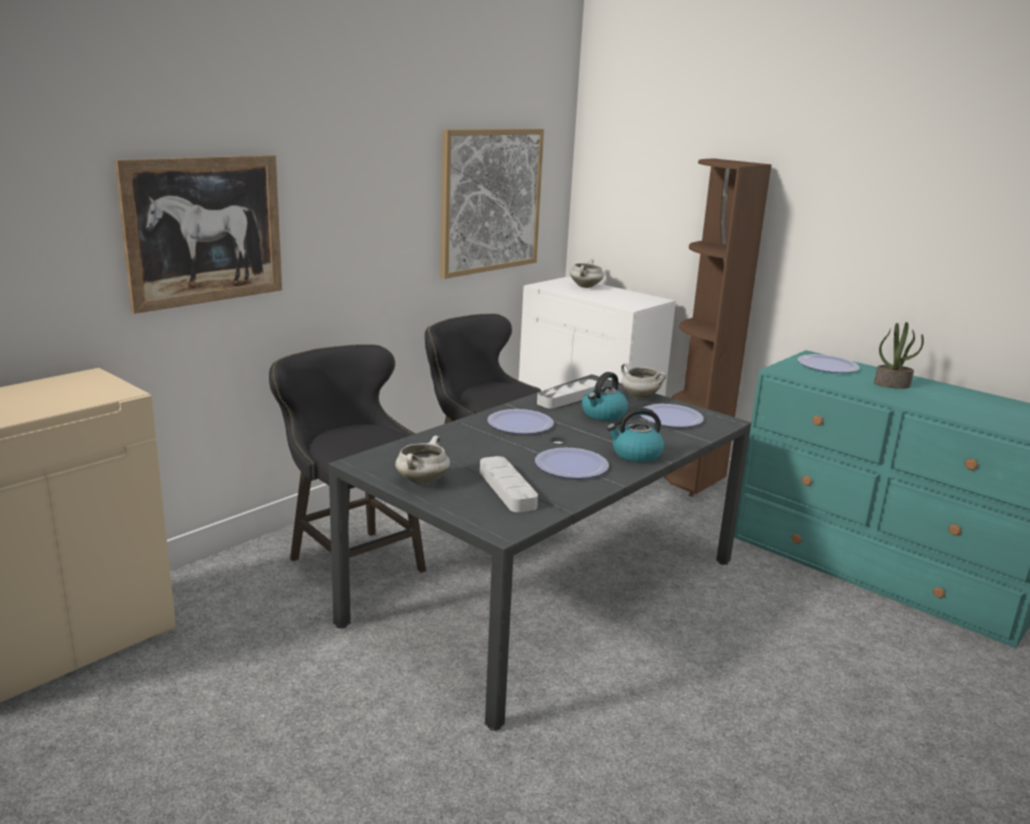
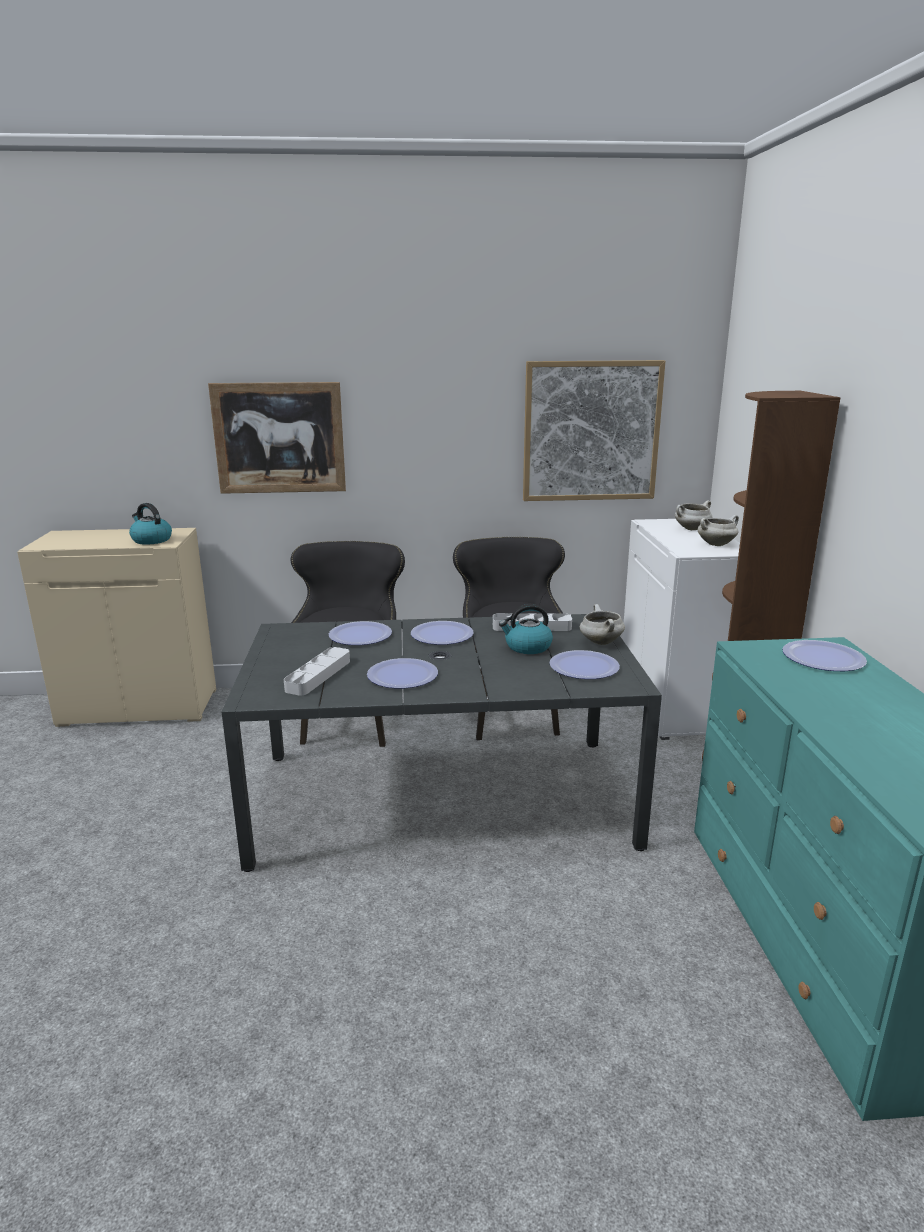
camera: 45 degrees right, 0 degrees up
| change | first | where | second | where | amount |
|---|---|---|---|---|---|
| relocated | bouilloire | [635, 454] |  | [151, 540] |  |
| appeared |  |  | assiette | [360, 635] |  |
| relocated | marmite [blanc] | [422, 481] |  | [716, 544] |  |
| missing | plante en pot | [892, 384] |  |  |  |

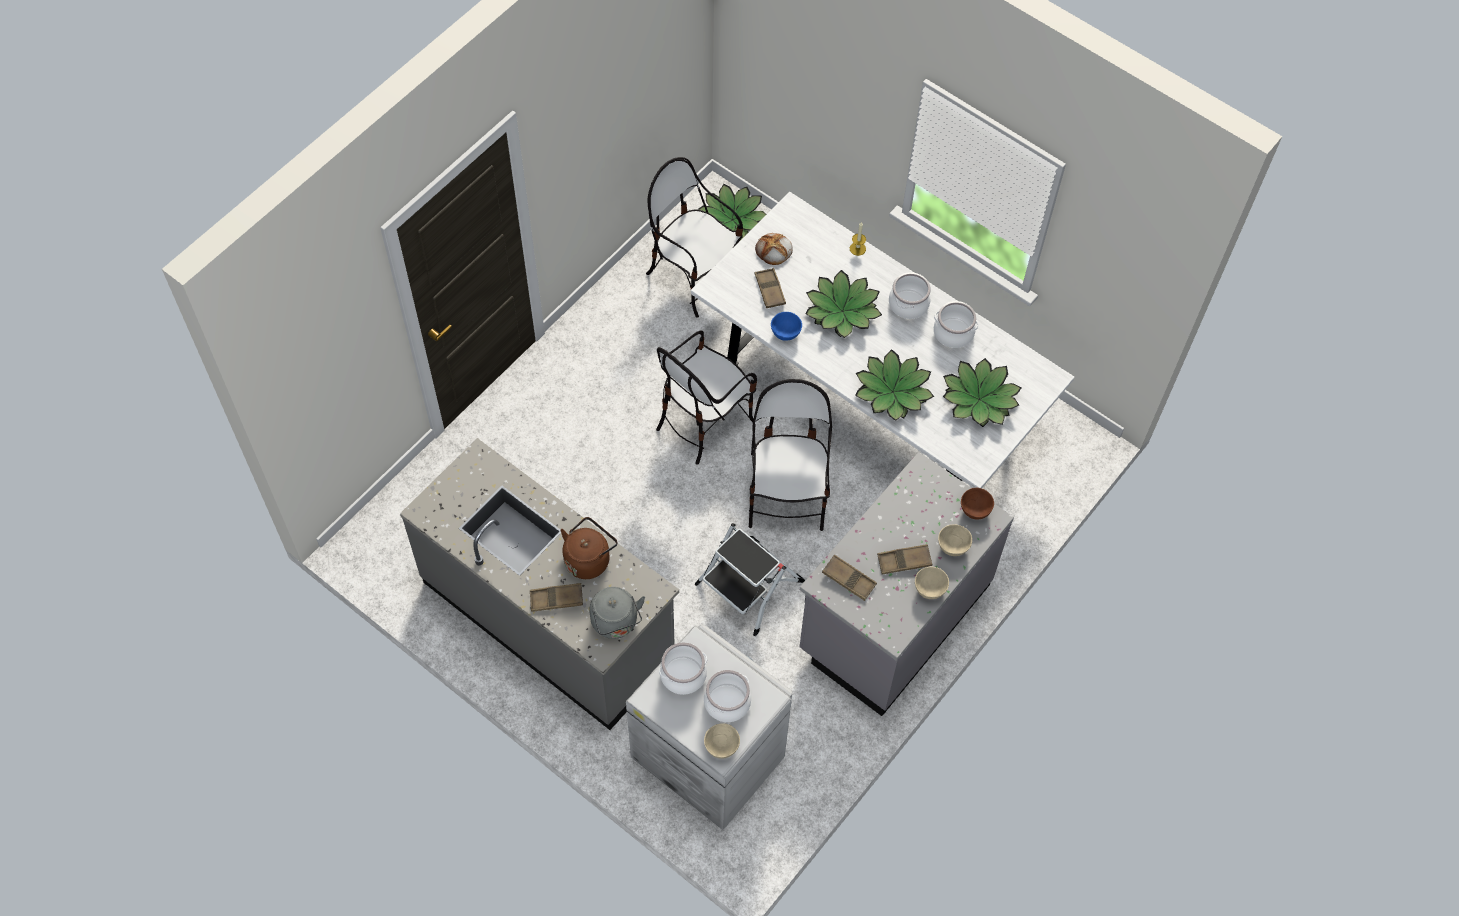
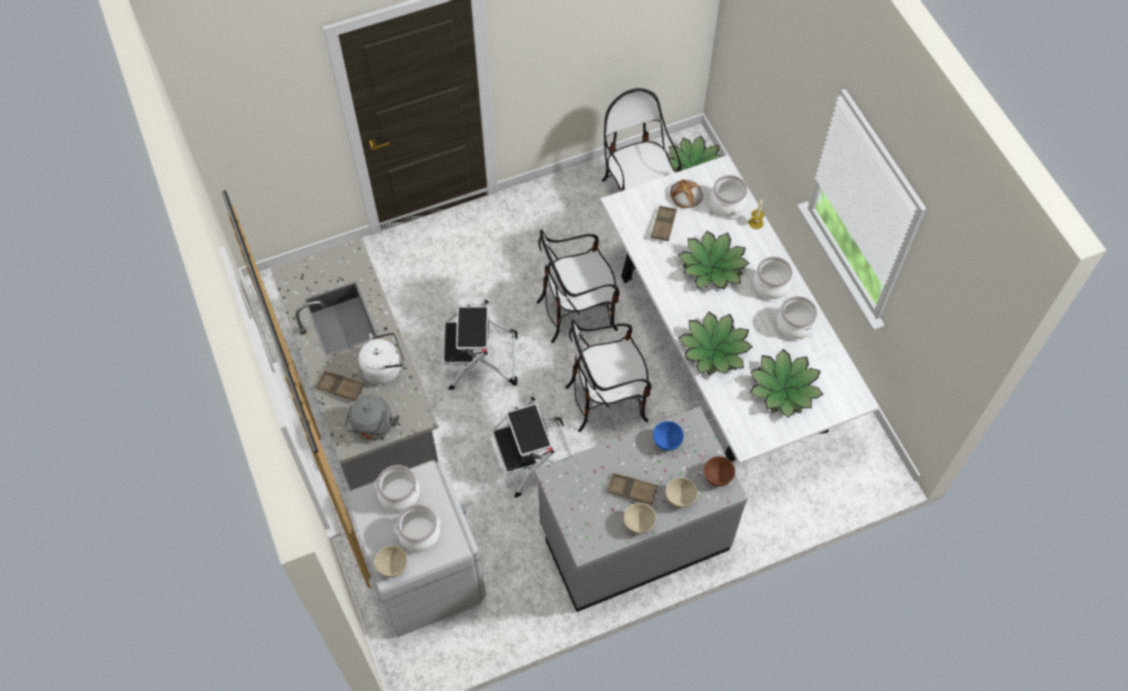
camera: 30 degrees right, 0 degrees up
| change | first | where | second | where | amount |
|---|---|---|---|---|---|
| colour | bouilloire [marron] | [589, 559] | bouilloire [blanc] | [384, 368] |  |
| appeared |  |  | escabeau | [481, 358] |  |
| spun | chaise | [787, 496] |  | [607, 400] | 135 degrees counterclockwise |
| relocated | bol [bleu] | [786, 334] |  | [667, 442] |  |
| appeared |  |  | marmite | [728, 204] |  |
| missing | plateau [marron] | [849, 579] |  |  |  |

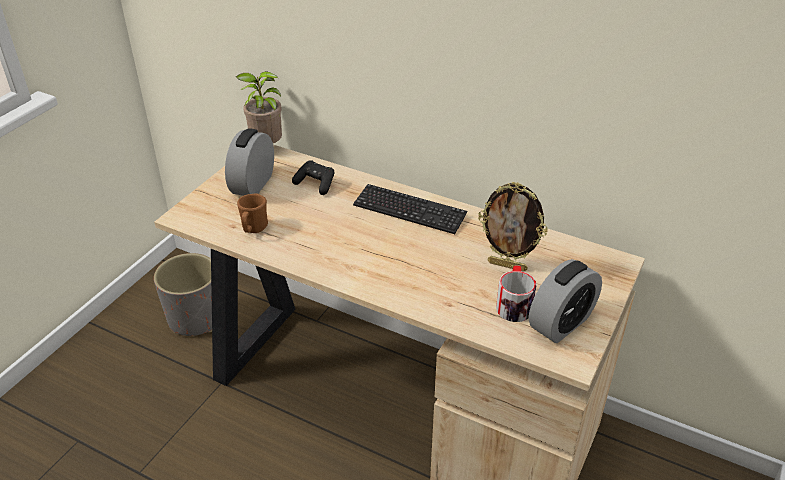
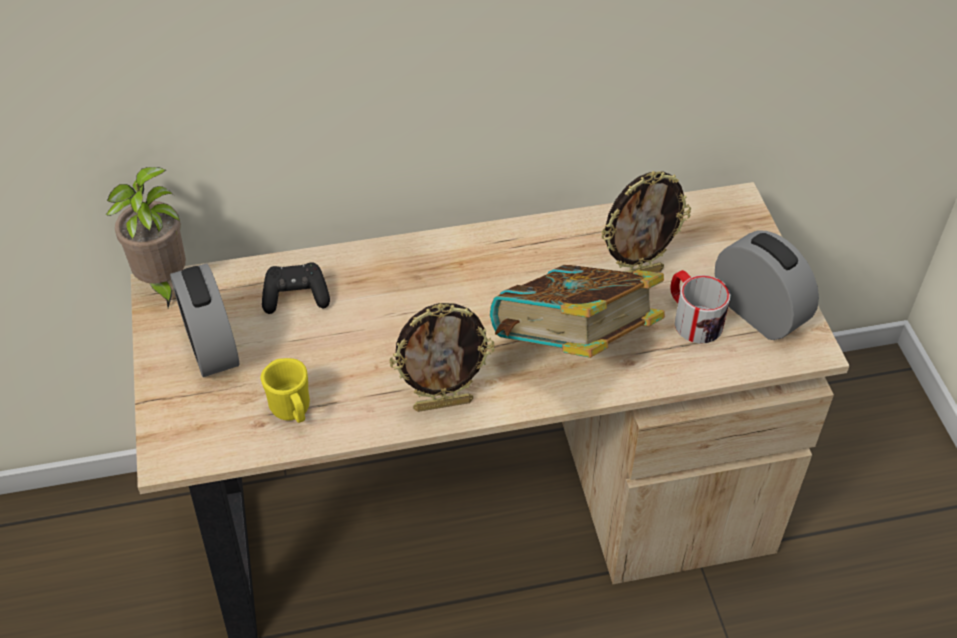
camera: 40 degrees left, 10 degrees up
| change | first | where | second | where | amount |
|---|---|---|---|---|---|
| colour | mug [marron] | [253, 229] | mug [jaune] | [292, 411] |  |
| appeared |  |  | cadre photo | [443, 403] |  |
| appeared |  |  | livre | [573, 347] |  |
| spun | réveil | [561, 323] |  | [758, 312] | 45 degrees counterclockwise |
| missing | cache-pot [gris] | [196, 318] |  |  |  |
| missing | clavier | [409, 211] |  |  |  |

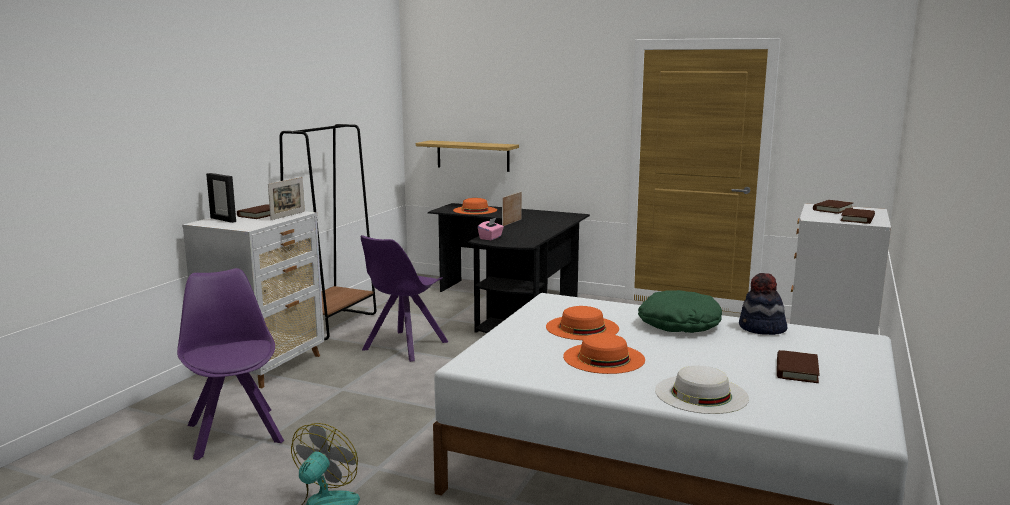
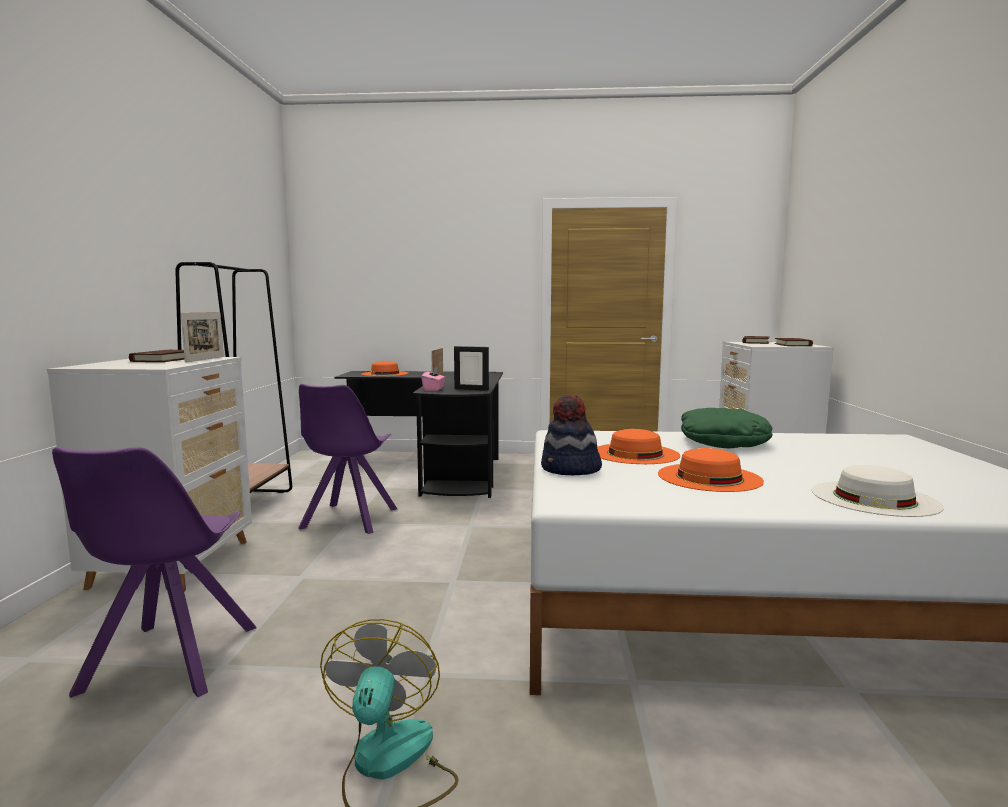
camera: 20 degrees left, 5 degrees down
| change | first | where | second | where | amount |
|---|---|---|---|---|---|
| spun | chaise [violet] | [234, 432] |  | [168, 661] | 135 degrees counterclockwise |
| relocated | cadre photo | [224, 219] |  | [471, 389] |  |
| relocated | chapeau | [761, 329] |  | [570, 470] |  |
| missing | étagère | [473, 156] |  |  |  |
| missing | livre [marron] | [796, 370] |  |  |  |

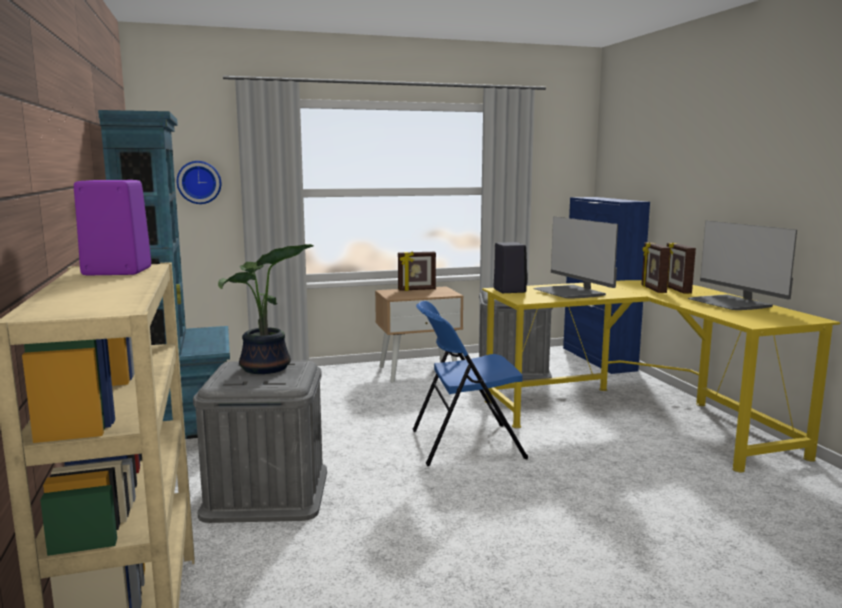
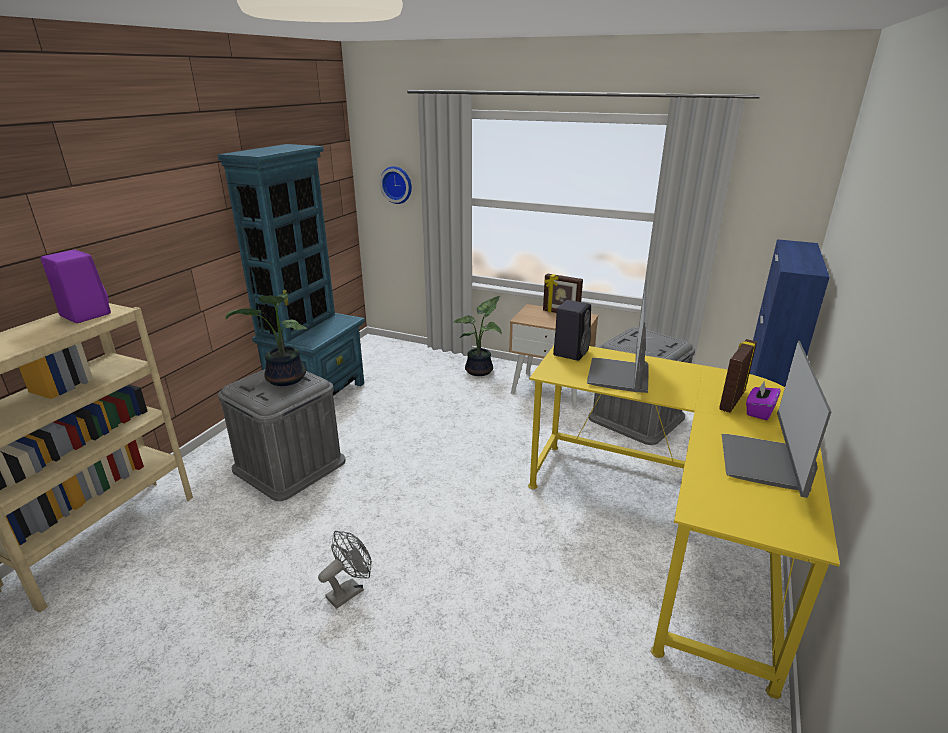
camera: 40 degrees right, 15 degrees up
| change | first | where | second | where | amount |
|---|---|---|---|---|---|
| appeared |  |  | ventilateur [gris] | [349, 591] |  |
| appeared |  |  | plante en pot | [481, 371] |  |
| exchanged | cadre photo | [676, 290] | boîte à mouchoirs [violet] | [759, 411] |  |
| missing | chaise [bleu] | [467, 444] |  |  |  |

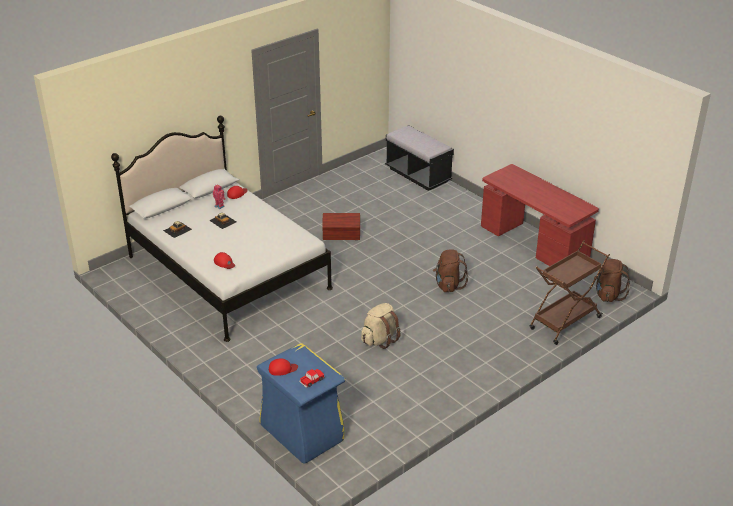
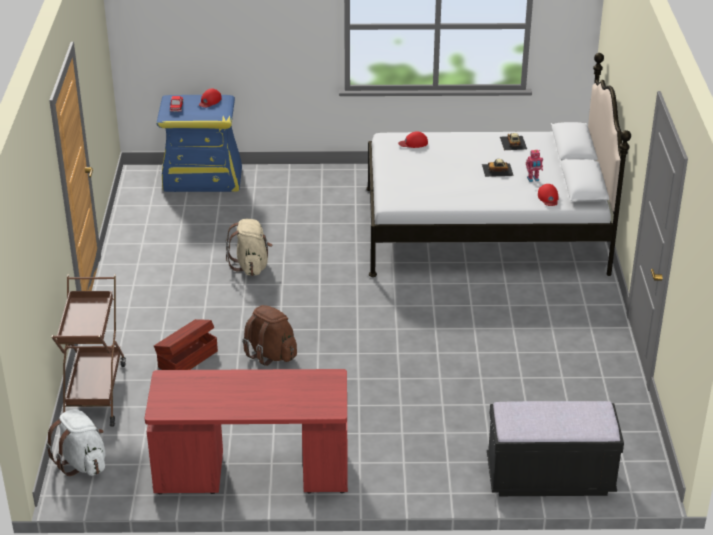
camera: 130 degrees right, 0 degrees up
| change | first | where | second | where | amount |
|---|---|---|---|---|---|
| colour | sac à dos [marron] | [608, 295] | sac à dos [blanc] | [82, 463] |  |
| relocated | boîte de rangement [marron] | [342, 235] |  | [187, 359] |  |

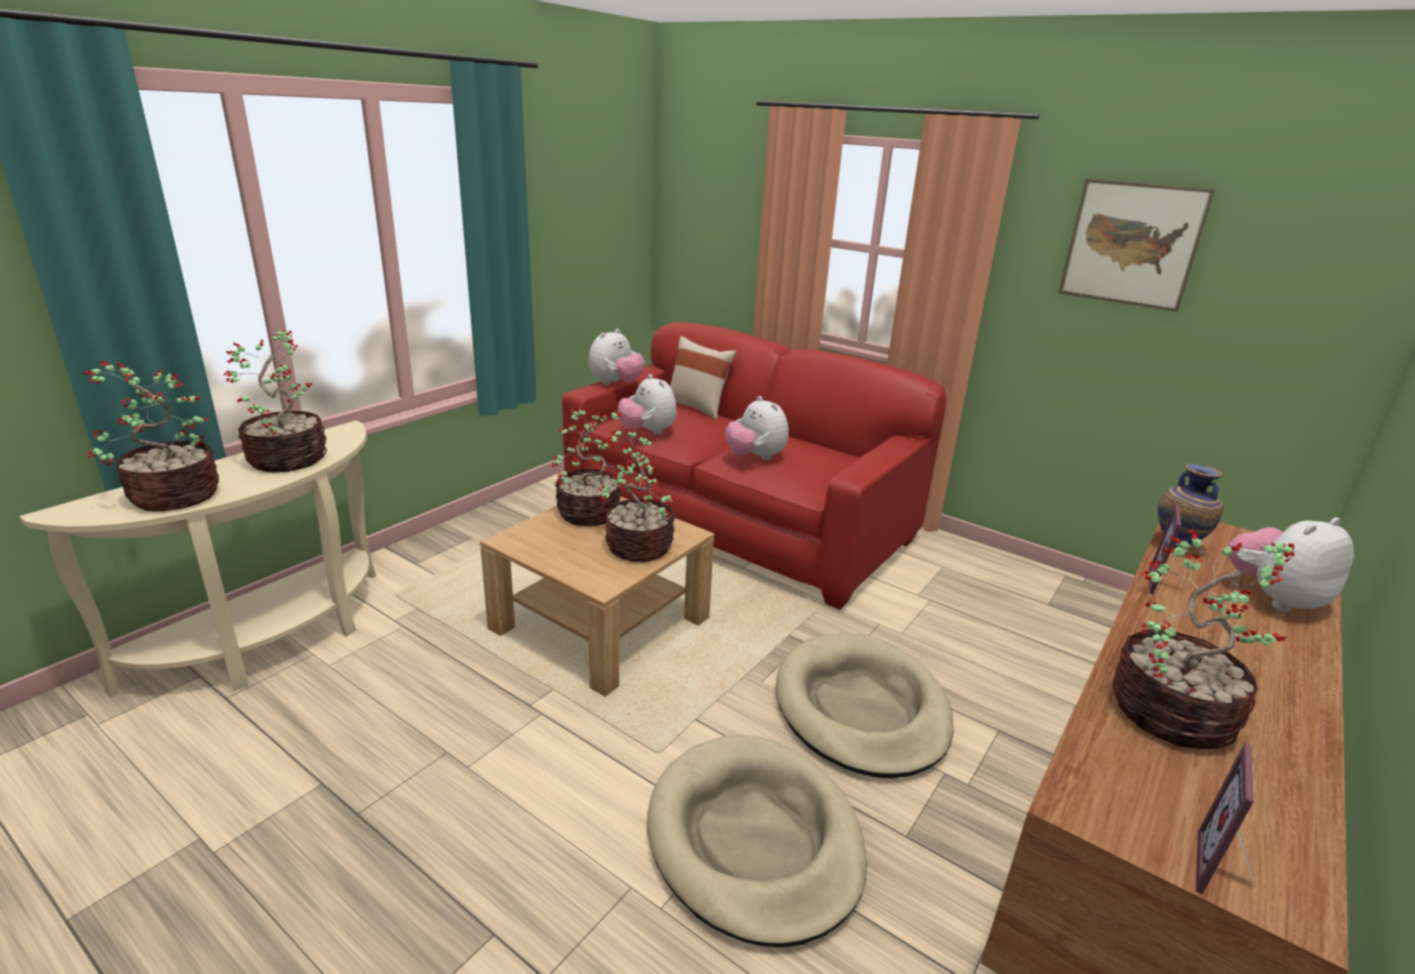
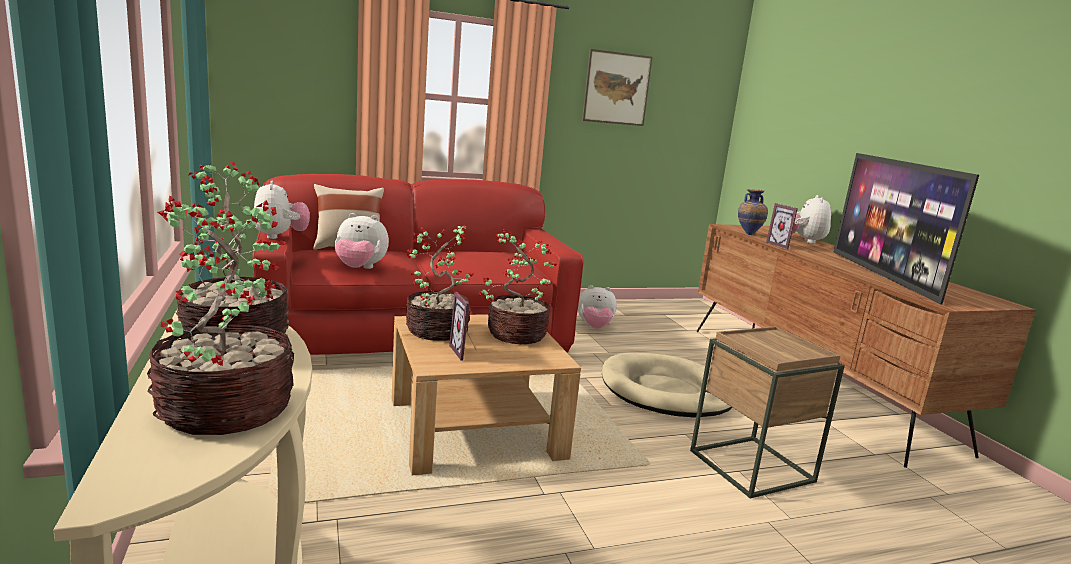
camera: 55 degrees left, 10 degrees down
| change | first | where | second | where | amount |
|---|---|---|---|---|---|
| relocated | cadre photo | [1224, 872] |  | [465, 352] |  |
| relocated | peluche | [755, 457] |  | [594, 327] |  |
| exchanged | panier pour chien [beige] | [754, 840] | table d'appoint [marron] | [752, 466] |  |
| exchanged | plante en pot | [1174, 713] | téléviseur | [883, 276] |  |

